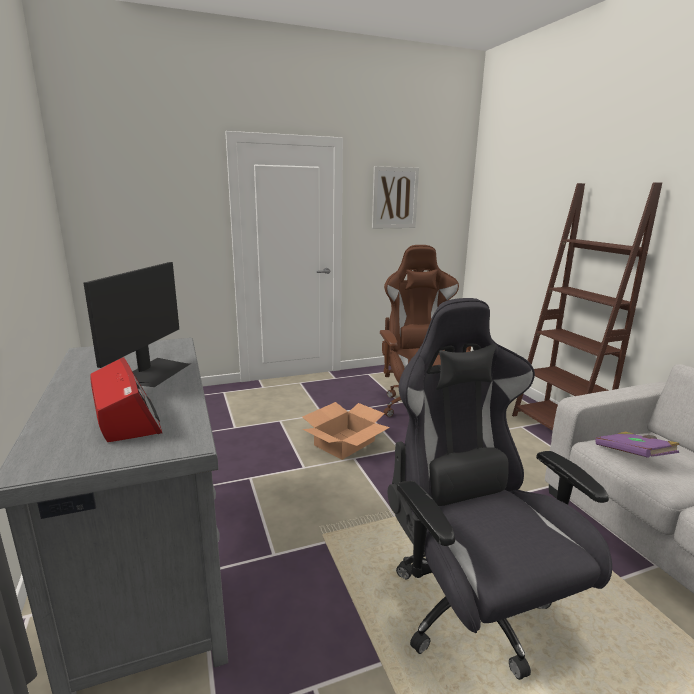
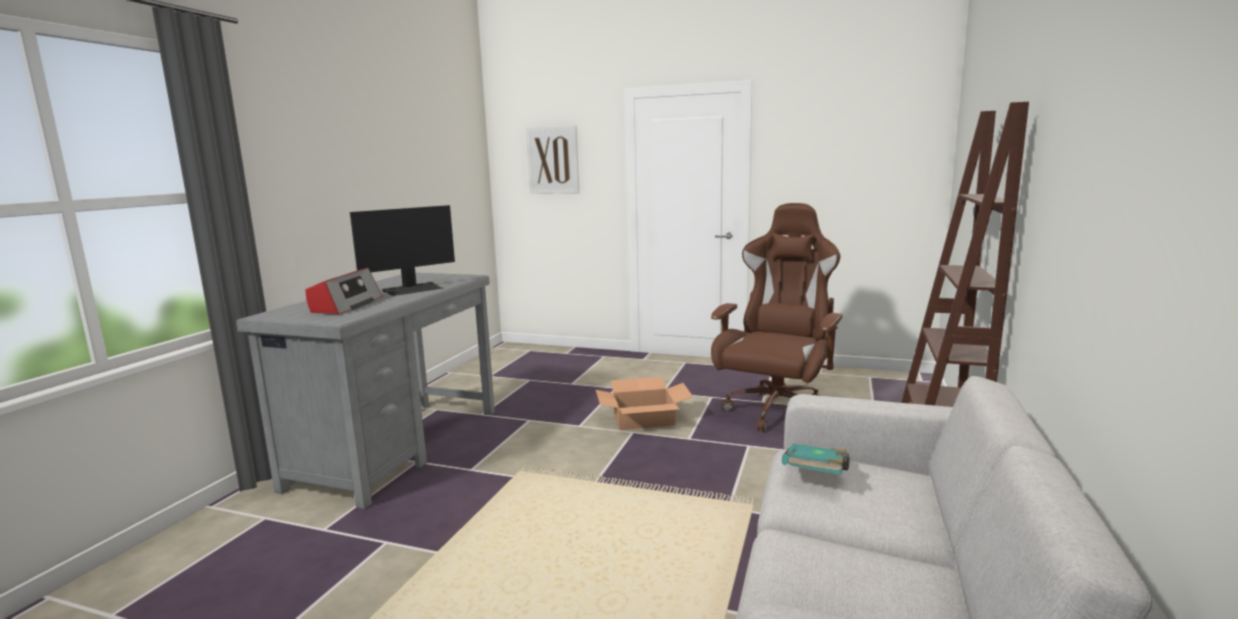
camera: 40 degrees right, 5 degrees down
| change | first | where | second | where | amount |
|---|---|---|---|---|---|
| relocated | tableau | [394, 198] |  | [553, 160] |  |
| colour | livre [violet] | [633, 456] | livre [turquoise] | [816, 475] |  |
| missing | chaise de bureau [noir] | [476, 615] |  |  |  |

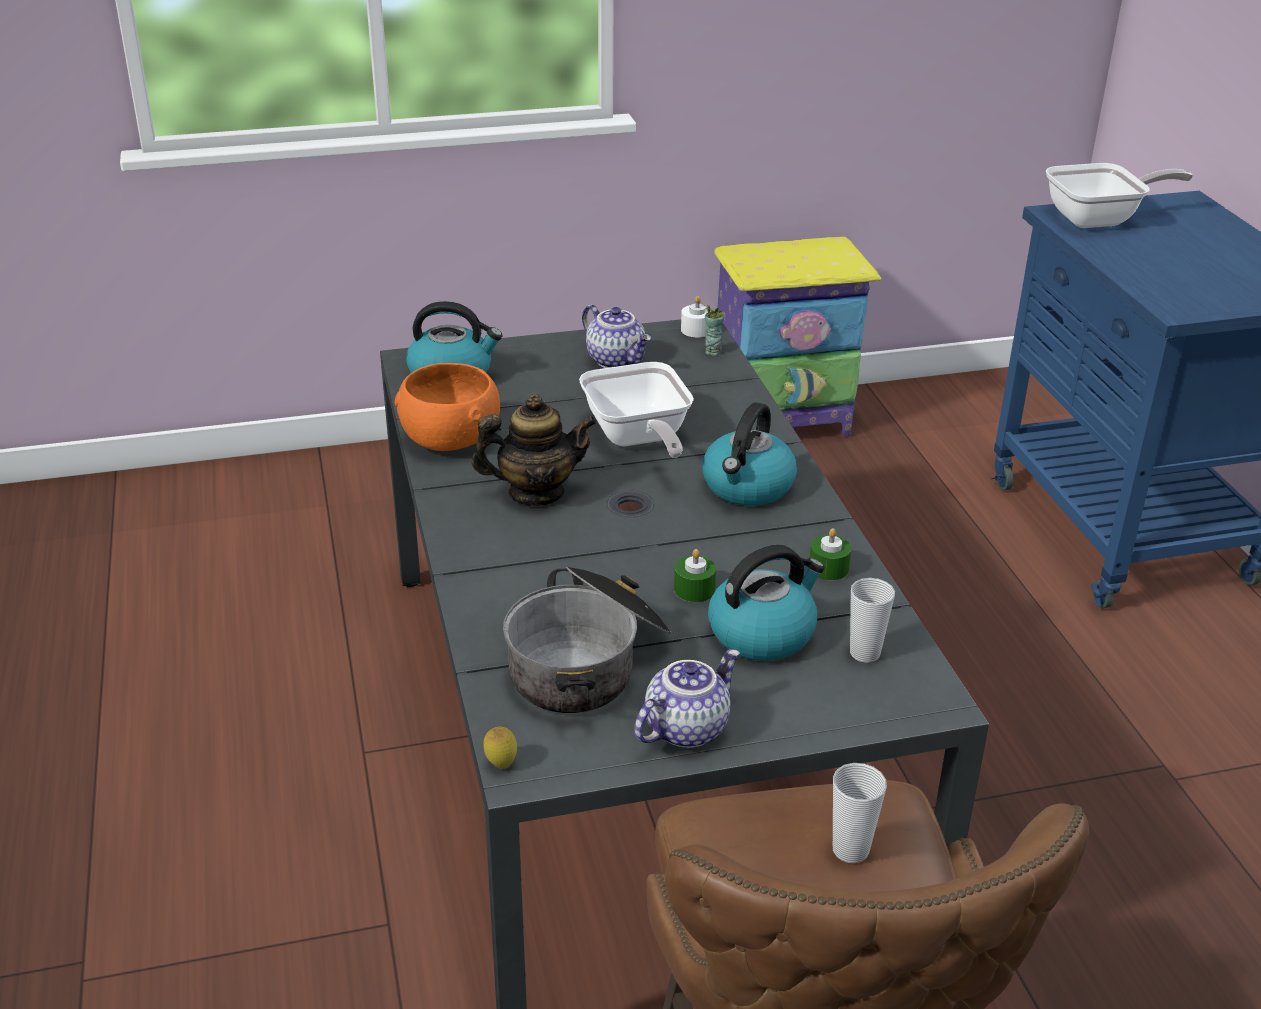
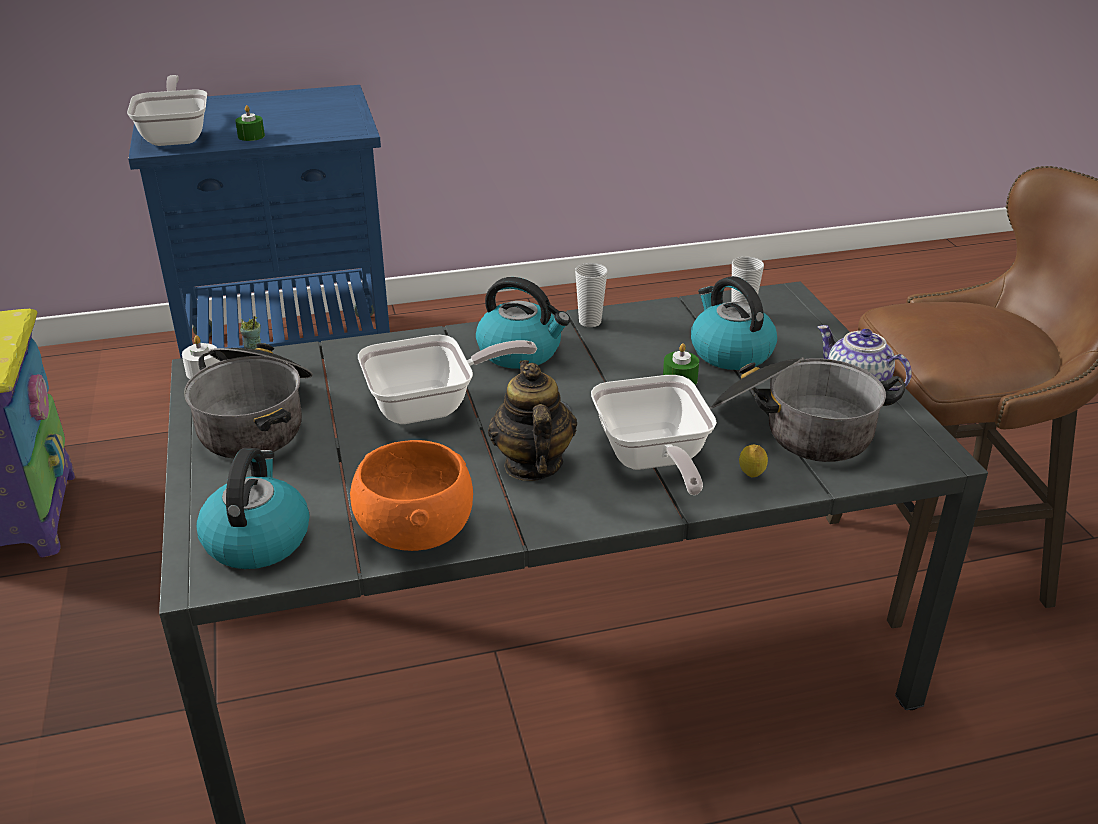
camera: 90 degrees left, 0 degrees up
| change | first | where | second | where | amount |
|---|---|---|---|---|---|
| exchanged | théière | [617, 360] | marmite | [257, 419] |  |
| relocated | bougie [vert] | [828, 568] |  | [251, 136] |  |
| relocated | tasse | [850, 850] |  | [590, 322] |  |
| appeared |  |  | poêle | [652, 461] |  |
| relocated | citron | [501, 764] |  | [751, 476] |  |

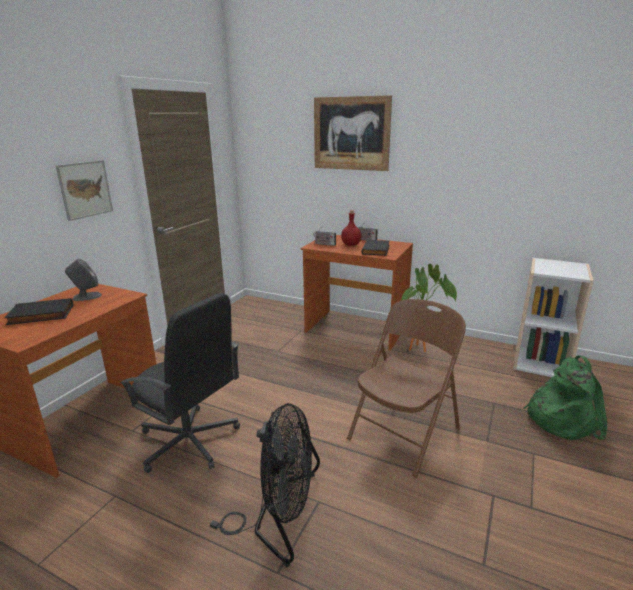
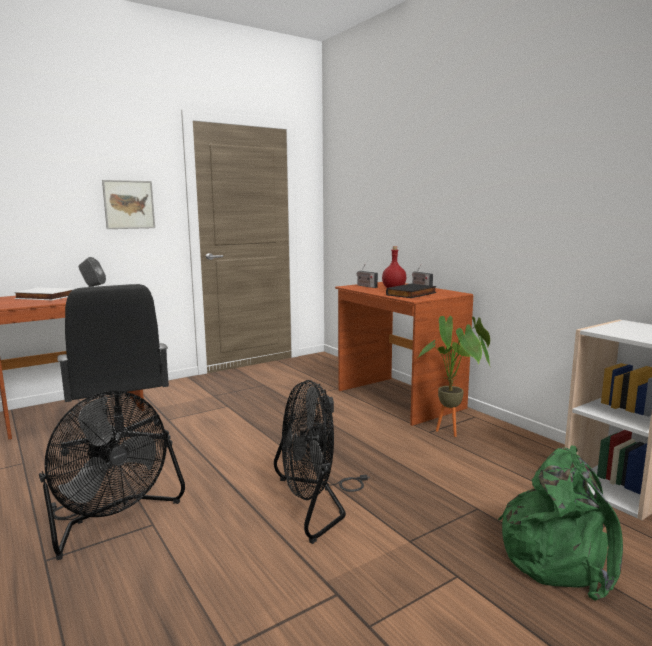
camera: 30 degrees right, 10 degrees down
| change | first | where | second | where | amount |
|---|---|---|---|---|---|
| colour | livre [noir] | [40, 315] | livre [blanc] | [43, 297] |  |
| exchanged | chaise [marron] | [404, 434] | ventilateur [noir] | [317, 501] |  |
| missing | tableau | [351, 133] |  |  |  |

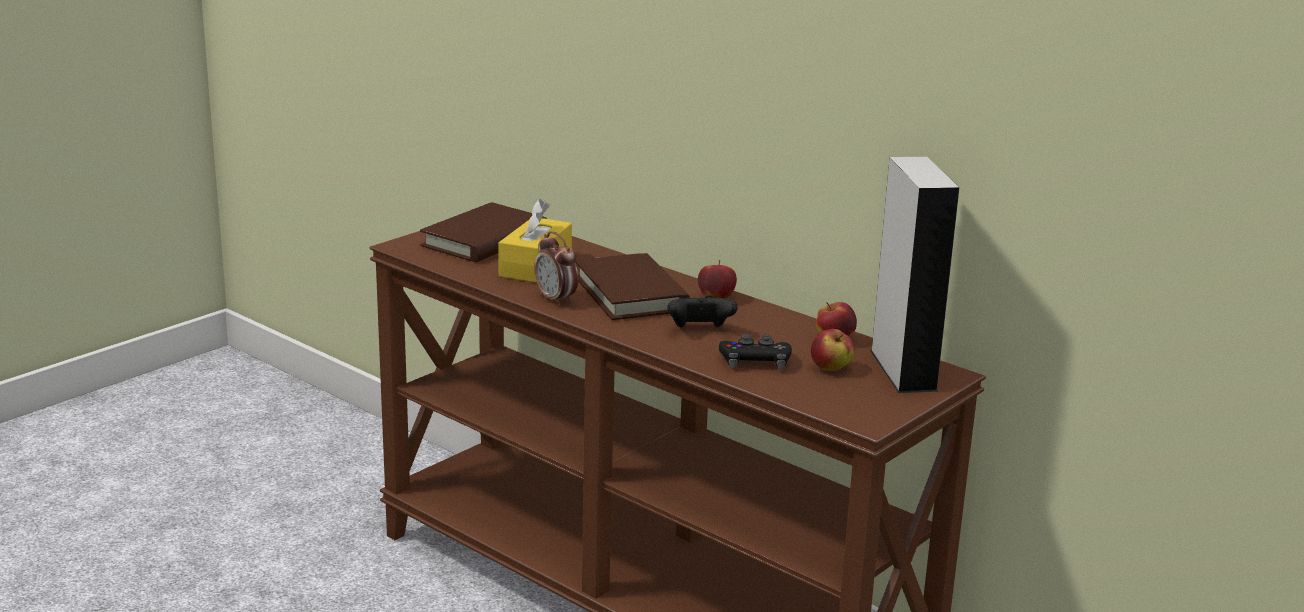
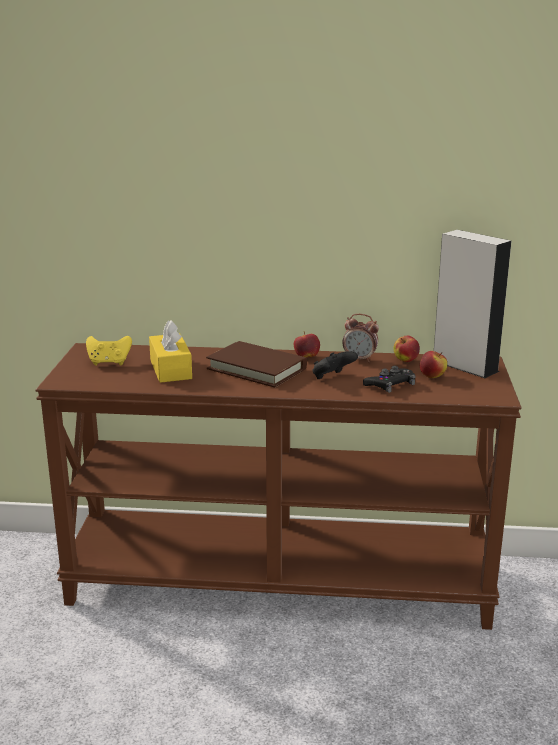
camera: 35 degrees left, 0 degrees up
| change | first | where | second | where | amount |
|---|---|---|---|---|---|
| exchanged | livre [marron] | [485, 240] | manette [jaune] | [109, 363] |  |
| relocated | réveil | [556, 299] |  | [359, 359] |  |

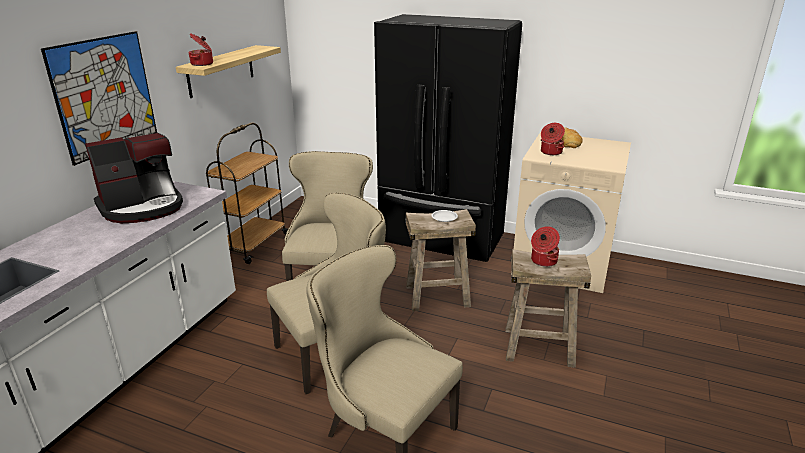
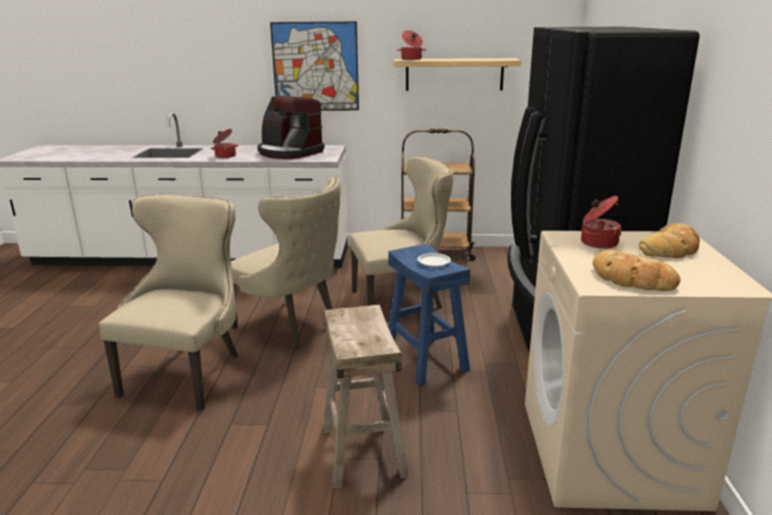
camera: 70 degrees right, 5 degrees down
| change | first | where | second | where | amount |
|---|---|---|---|---|---|
| relocated | marmite | [543, 261] |  | [225, 156] |  |
| colour | tabouret [beige] | [437, 296] | tabouret [bleu] | [426, 360] |  |
| appeared |  |  | pain | [631, 279] |  |

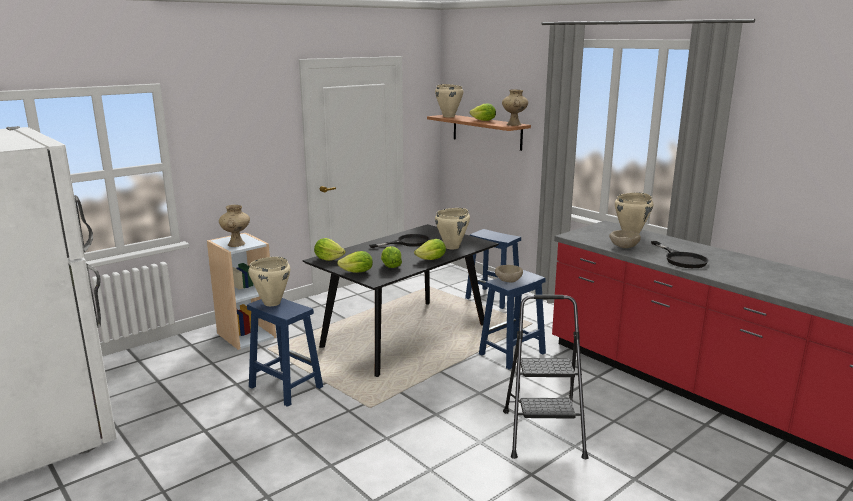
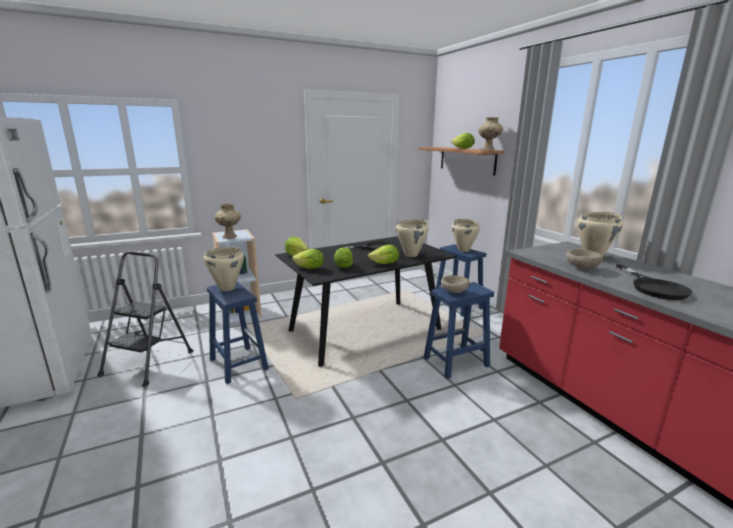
camera: 15 degrees right, 0 degrees up
| change | first | where | second | where | amount |
|---|---|---|---|---|---|
| relocated | escabeau [noir] | [543, 431] |  | [150, 361] |  |
| relocated | marmite [beige] | [449, 116] |  | [463, 250] |  |

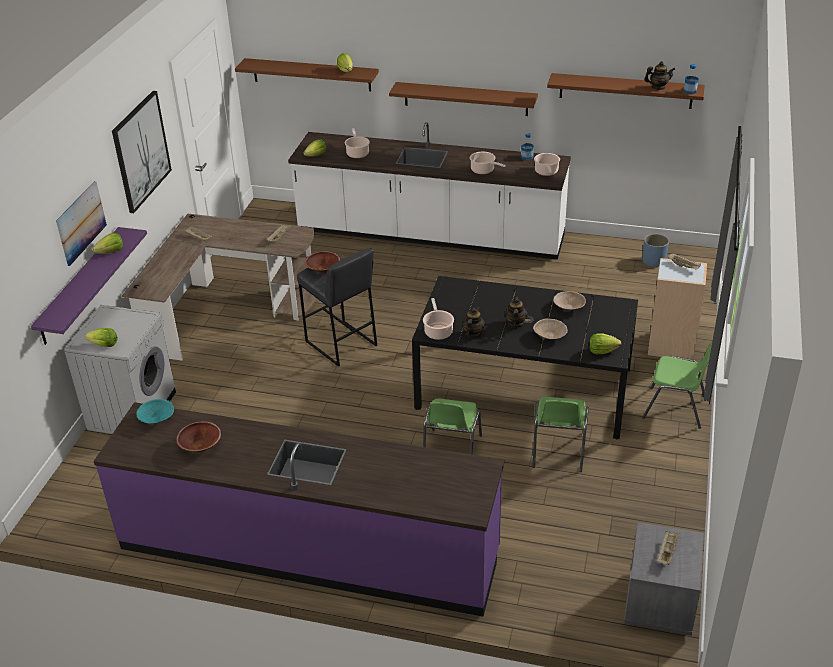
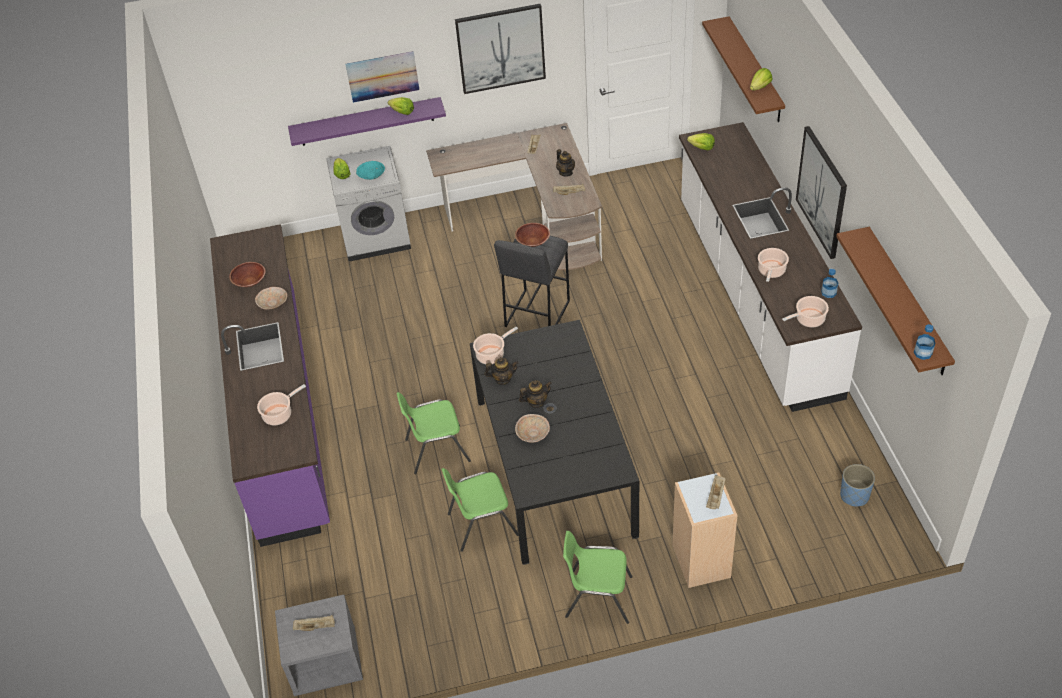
camera: 65 degrees right, 10 degrees up
| change | first | where | second | where | amount |
|---|---|---|---|---|---|
| relocated | bol [beige] | [568, 307] |  | [273, 303] |  |
| relocated | marmite | [357, 153] |  | [279, 414] |  |
| relocated | bol [turquoise] | [156, 418] |  | [371, 176] |  |
| relocated | théière | [658, 87] |  | [566, 172] |  |
| spun | chaise [vert] | [676, 409] |  | [597, 597] | 105 degrees clockwise |
| exchanged | étagère [marron] | [465, 99] | tableau | [822, 192] |  |
| missing | laitue | [602, 351] |  |  |  |

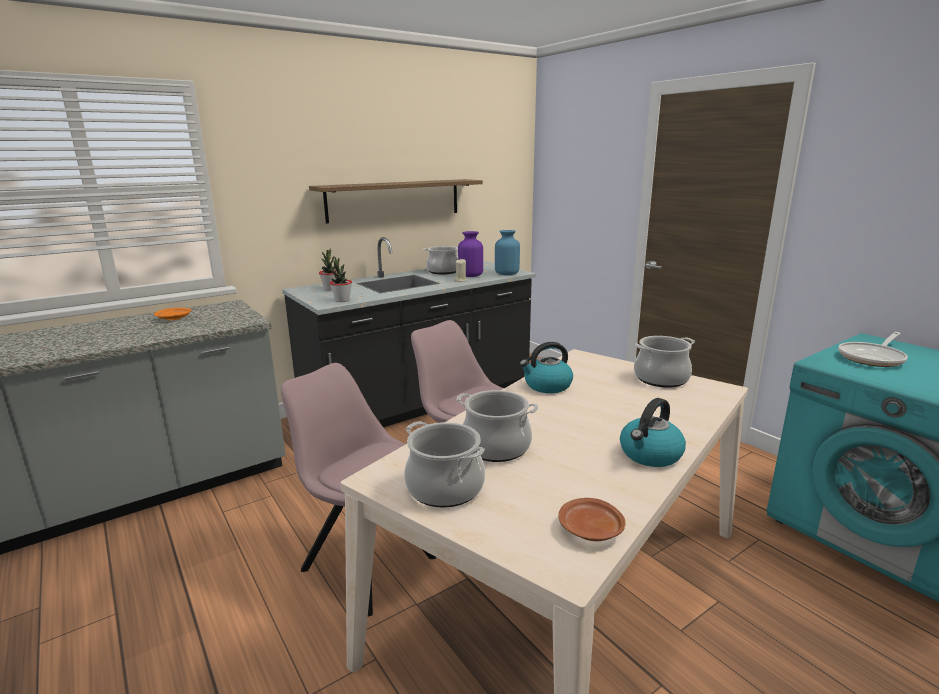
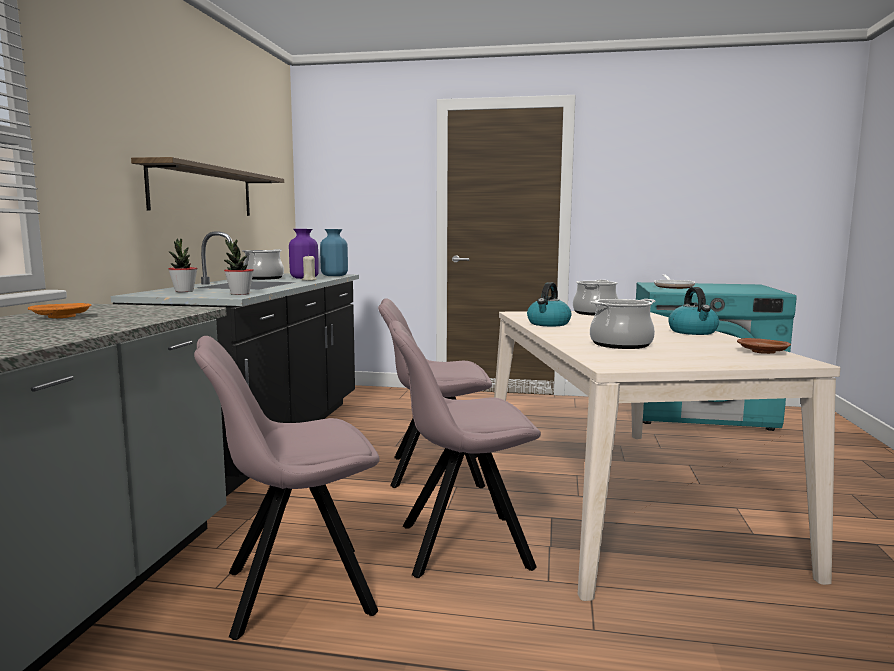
camera: 45 degrees left, 10 degrees down
| change | first | where | second | where | amount |
|---|---|---|---|---|---|
| appeared |  |  | chaise [rose] | [297, 591] |  |
| missing | marmite | [444, 488] |  |  |  |

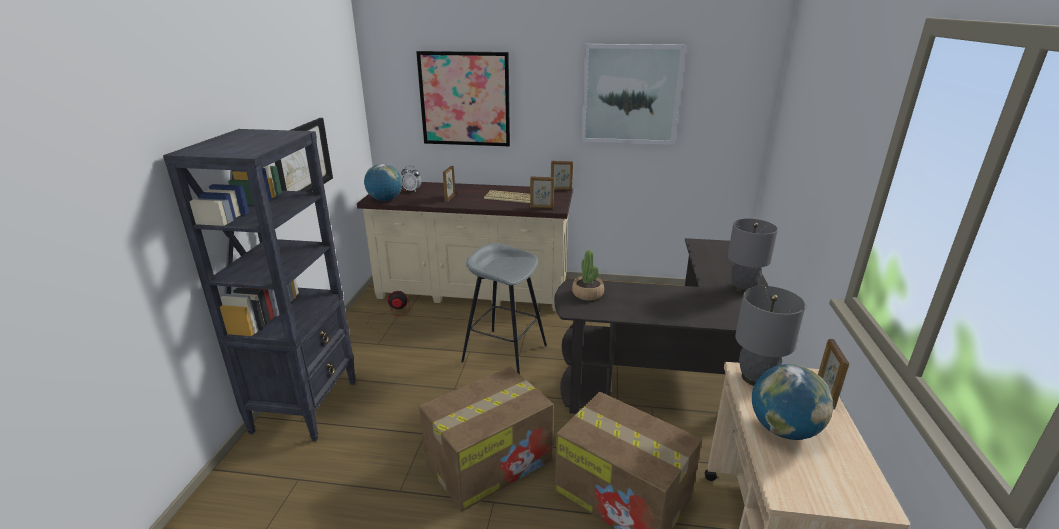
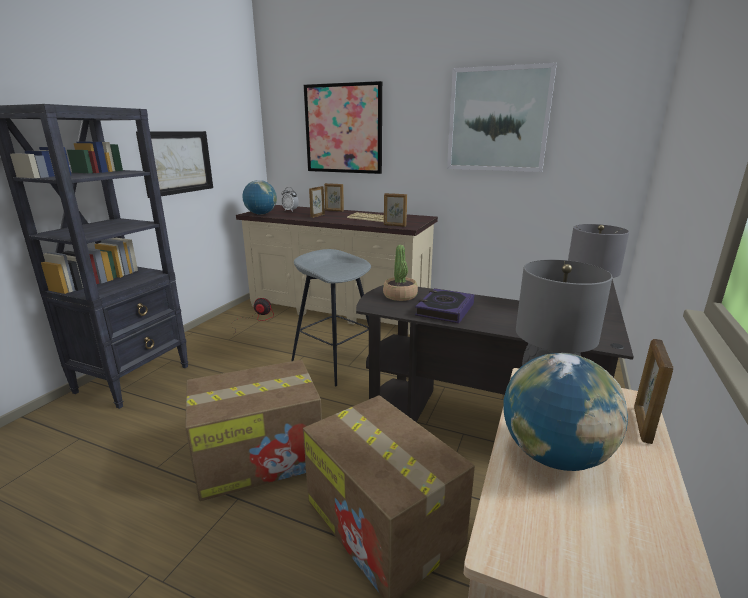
camera: 15 degrees right, 5 degrees down
| change | first | where | second | where | amount |
|---|---|---|---|---|---|
| relocated | cadre photo | [561, 189] |  | [334, 210] |  |
| appeared |  |  | livre | [444, 310] |  |

